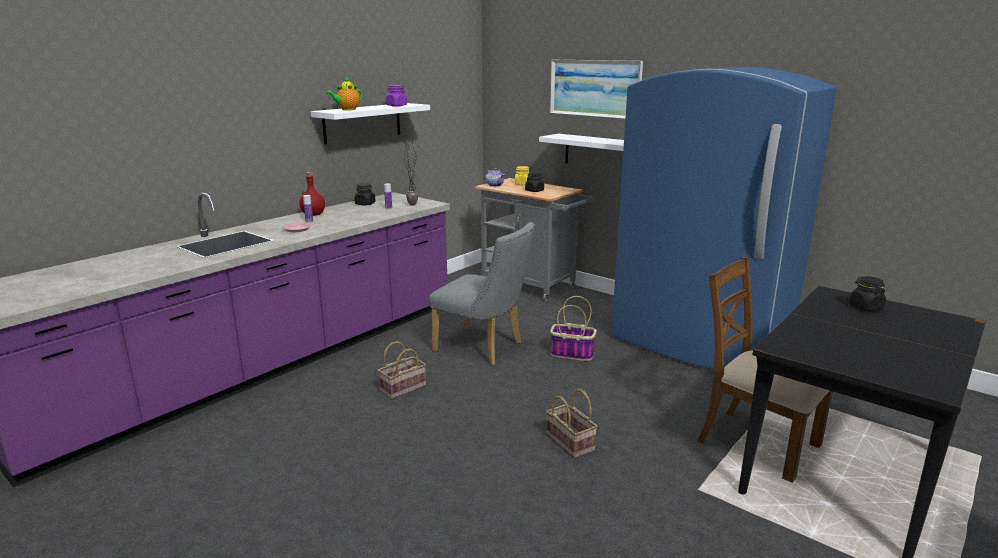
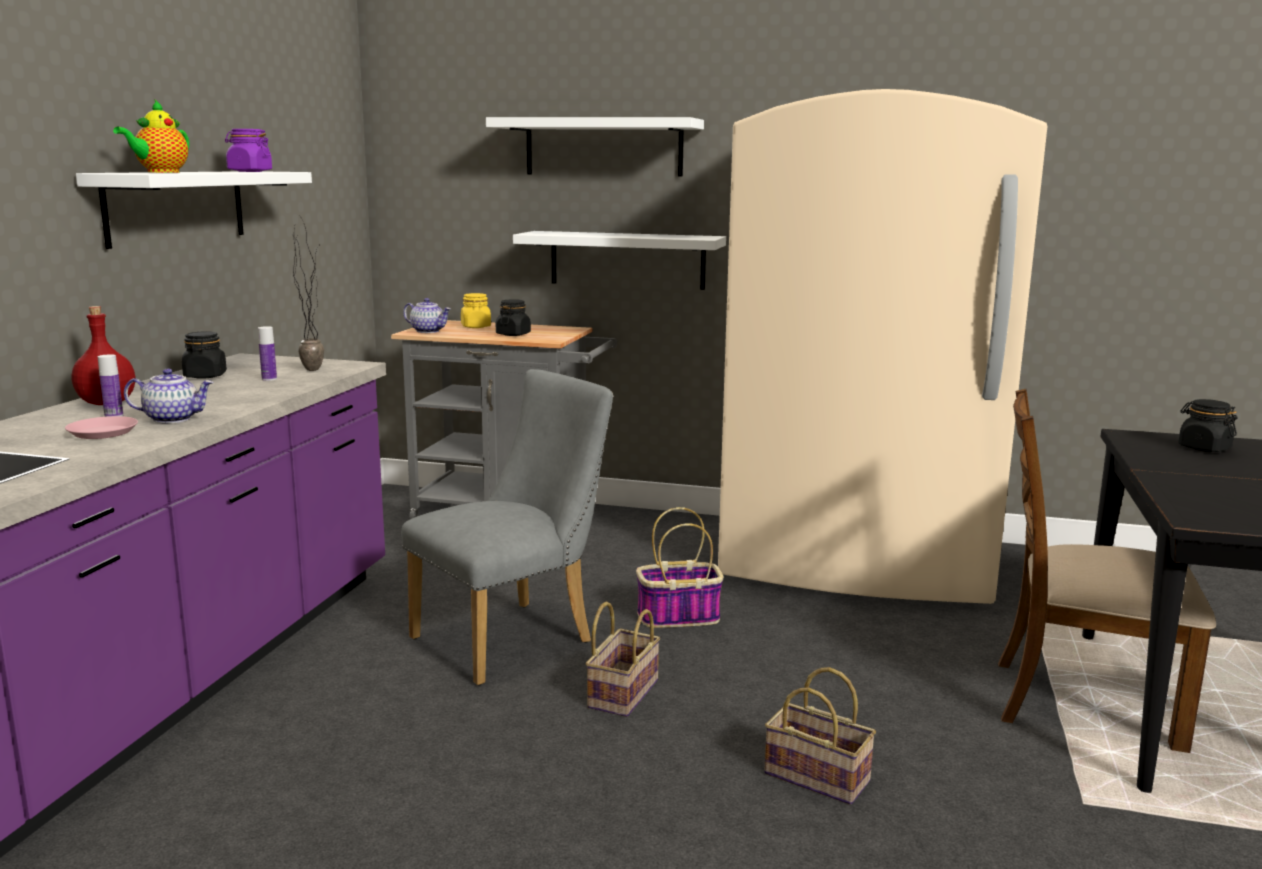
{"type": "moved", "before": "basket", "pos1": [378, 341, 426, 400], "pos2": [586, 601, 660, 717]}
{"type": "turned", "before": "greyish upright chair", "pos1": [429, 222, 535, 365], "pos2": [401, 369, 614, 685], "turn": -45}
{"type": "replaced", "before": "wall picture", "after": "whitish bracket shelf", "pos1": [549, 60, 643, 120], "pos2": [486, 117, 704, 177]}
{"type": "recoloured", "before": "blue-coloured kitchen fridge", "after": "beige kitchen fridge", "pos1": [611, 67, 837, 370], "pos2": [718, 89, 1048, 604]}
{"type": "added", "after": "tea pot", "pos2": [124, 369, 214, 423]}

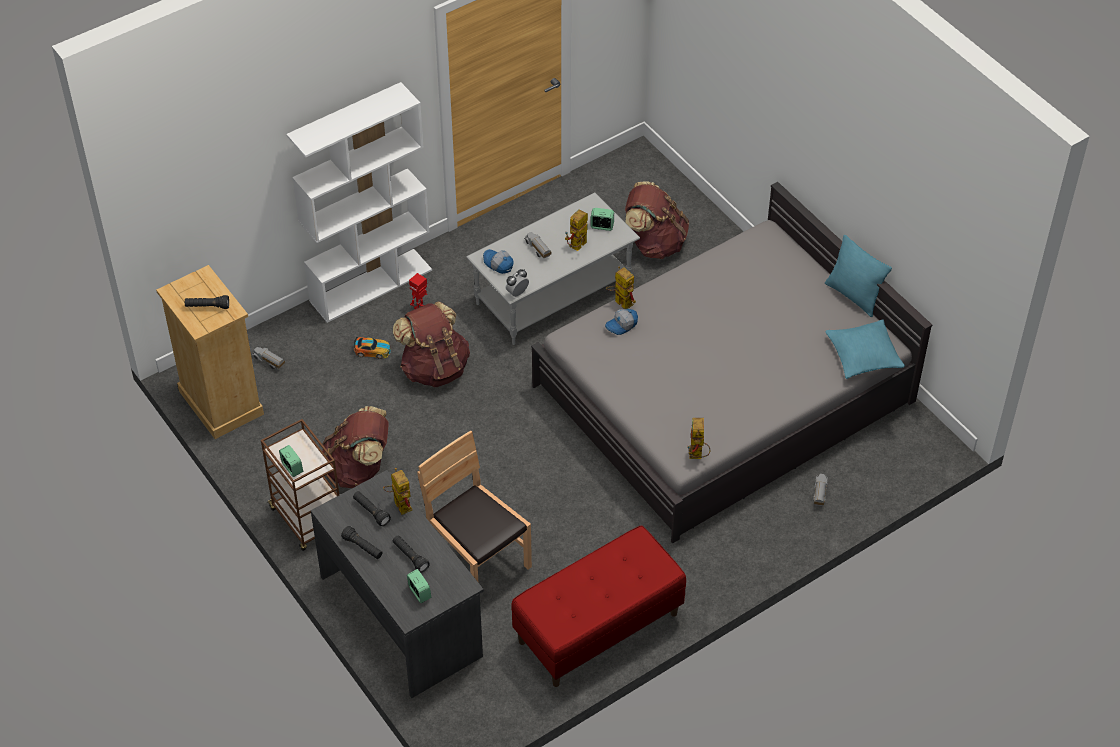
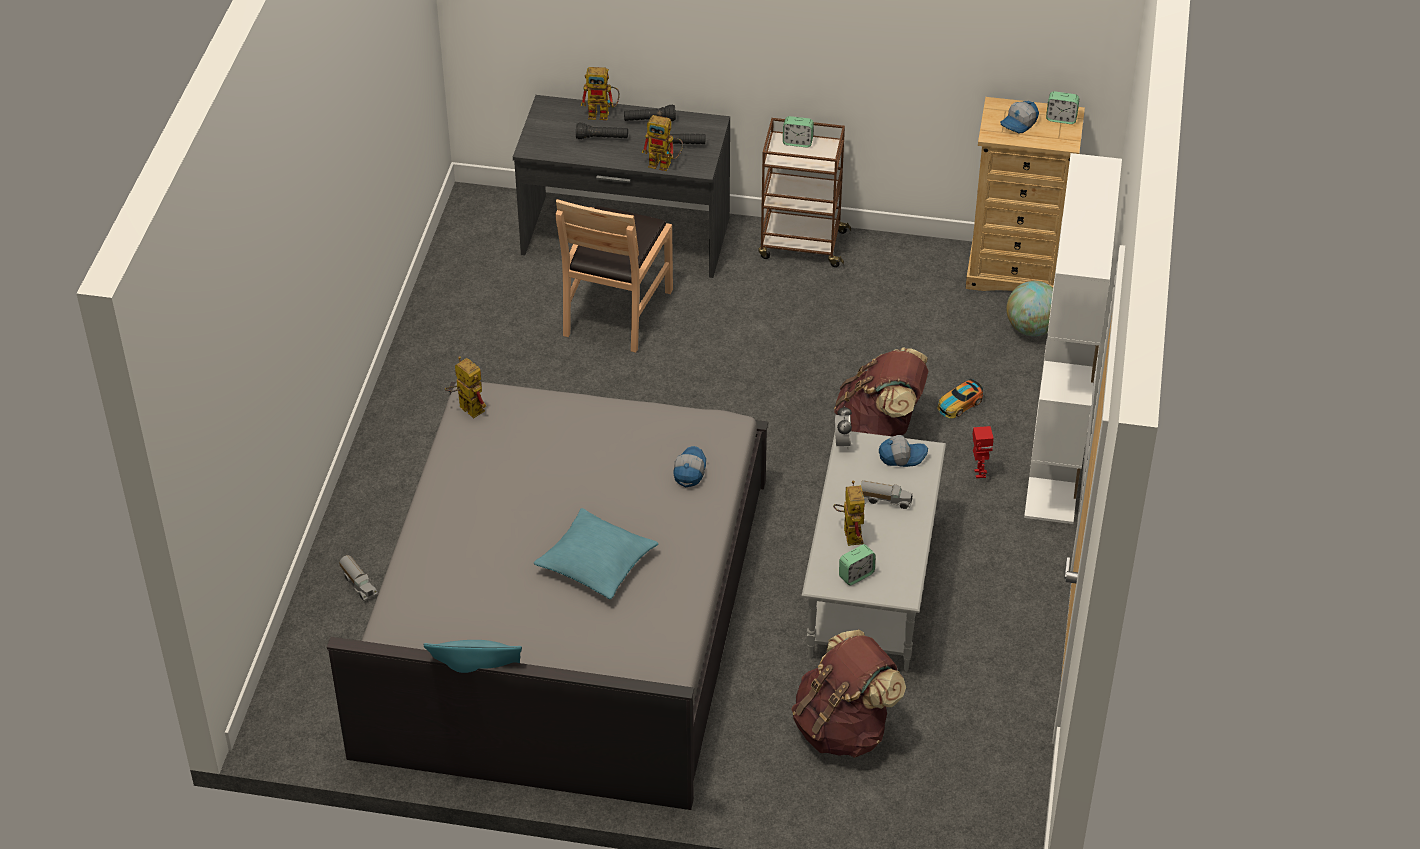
{"type": "replaced", "before": "blackish torch", "after": "peaked cap", "pos1": [185, 295, 229, 309], "pos2": [1000, 101, 1039, 133]}
{"type": "replaced", "before": "model truck", "after": "globe", "pos1": [252, 347, 285, 369], "pos2": [1006, 281, 1053, 336]}
{"type": "removed", "before": "brown-coloured backpack", "pos1": [322, 406, 389, 488]}
{"type": "moved", "before": "alarm clock", "pos1": [407, 569, 431, 603], "pos2": [1046, 91, 1080, 124]}
{"type": "turned", "before": "brown-coloured upright chair", "pos1": [417, 431, 532, 582], "pos2": [555, 199, 673, 353], "turn": 105}
{"type": "removed", "before": "red indoor bench", "pos1": [512, 525, 686, 687]}
{"type": "moved", "before": "toy robot", "pos1": [606, 266, 636, 309], "pos2": [581, 67, 620, 120]}
{"type": "moved", "before": "blue-green pillow", "pos1": [825, 320, 905, 379], "pos2": [534, 508, 658, 599]}

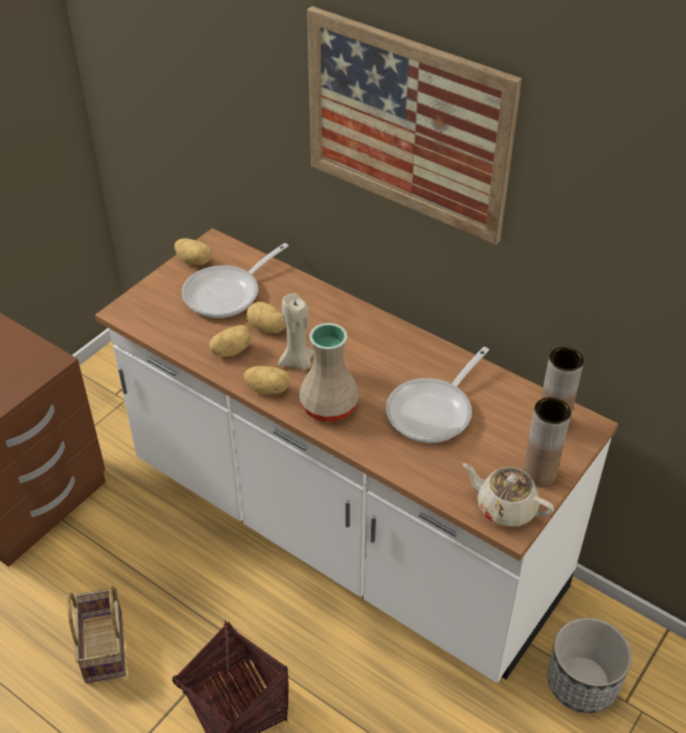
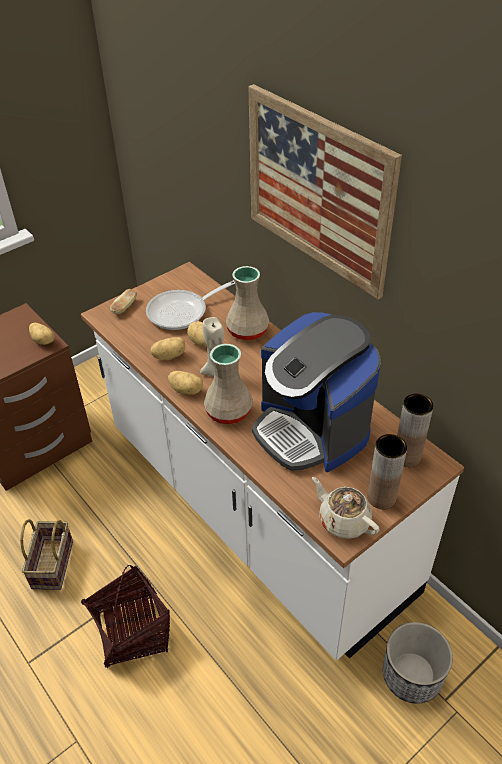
{"type": "moved", "before": "spud", "pos1": [174, 238, 212, 265], "pos2": [29, 323, 55, 345]}
{"type": "replaced", "before": "pan", "after": "coffee brewer", "pos1": [386, 347, 489, 443], "pos2": [252, 312, 381, 472]}
{"type": "added", "after": "bakery bread", "pos2": [110, 289, 137, 314]}
{"type": "added", "after": "beige flower vase", "pos2": [226, 266, 269, 341]}

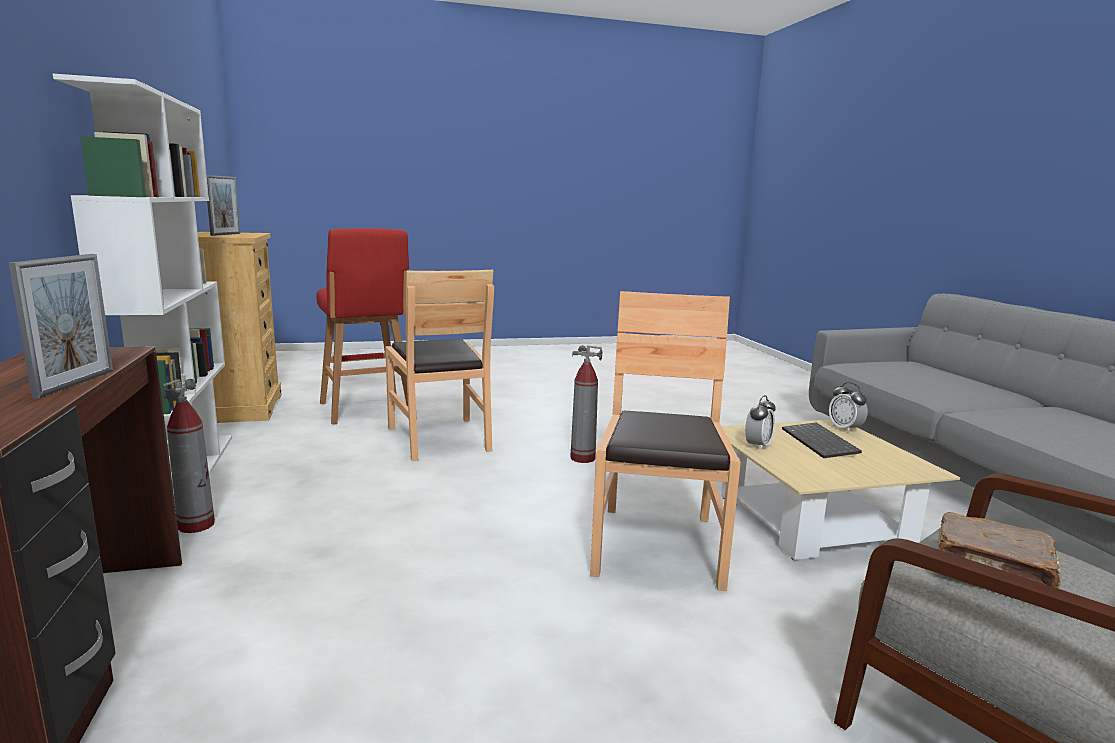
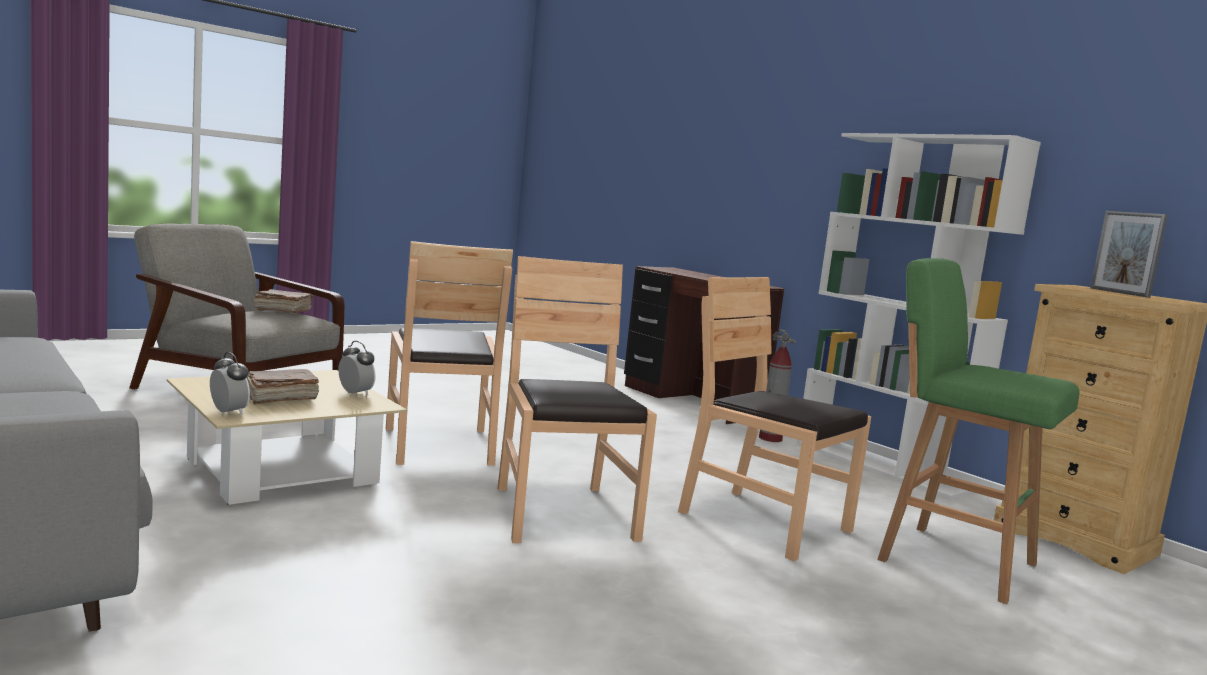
{"type": "removed", "before": "standing frame", "pos1": [9, 254, 113, 399]}
{"type": "recoloured", "before": "red stool", "after": "green stool", "pos1": [316, 228, 409, 425], "pos2": [877, 258, 1080, 604]}
{"type": "replaced", "before": "fire extinguisher", "after": "brown-coloured upright chair", "pos1": [570, 345, 602, 463], "pos2": [498, 256, 657, 543]}
{"type": "turned", "before": "alarm clock", "pos1": [745, 395, 776, 451], "pos2": [338, 341, 376, 396], "turn": 120}
{"type": "replaced", "before": "computer keyboard", "after": "brown-coloured bound book", "pos1": [782, 423, 862, 458], "pos2": [247, 369, 319, 404]}

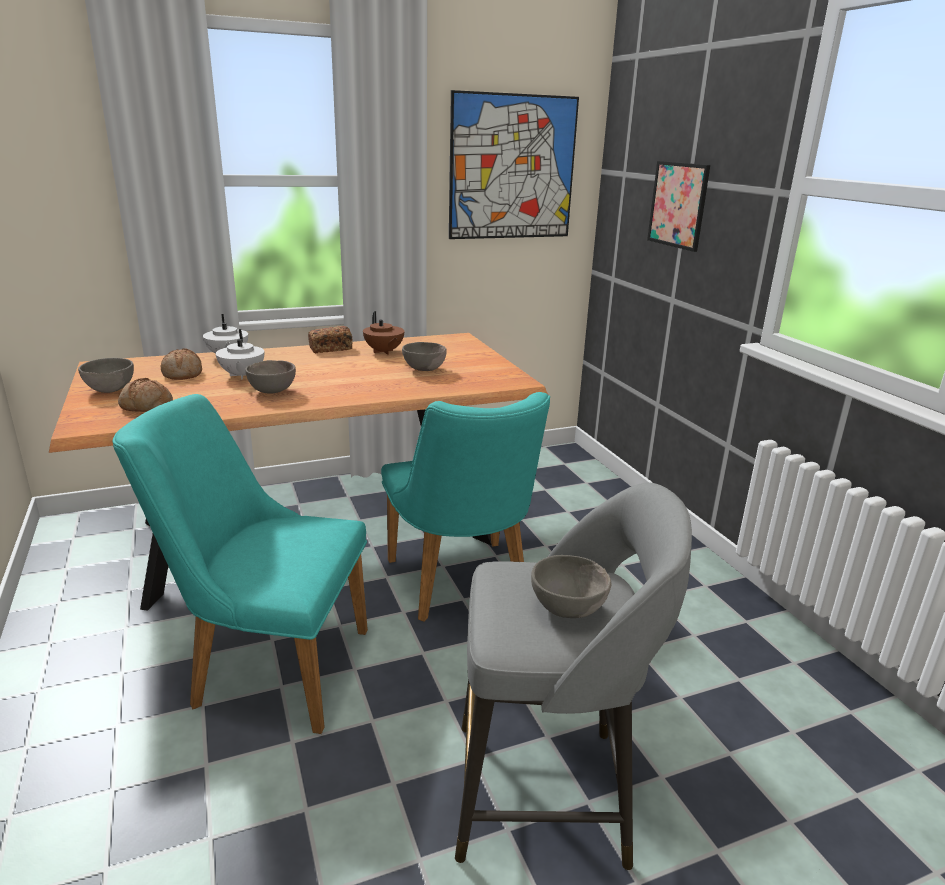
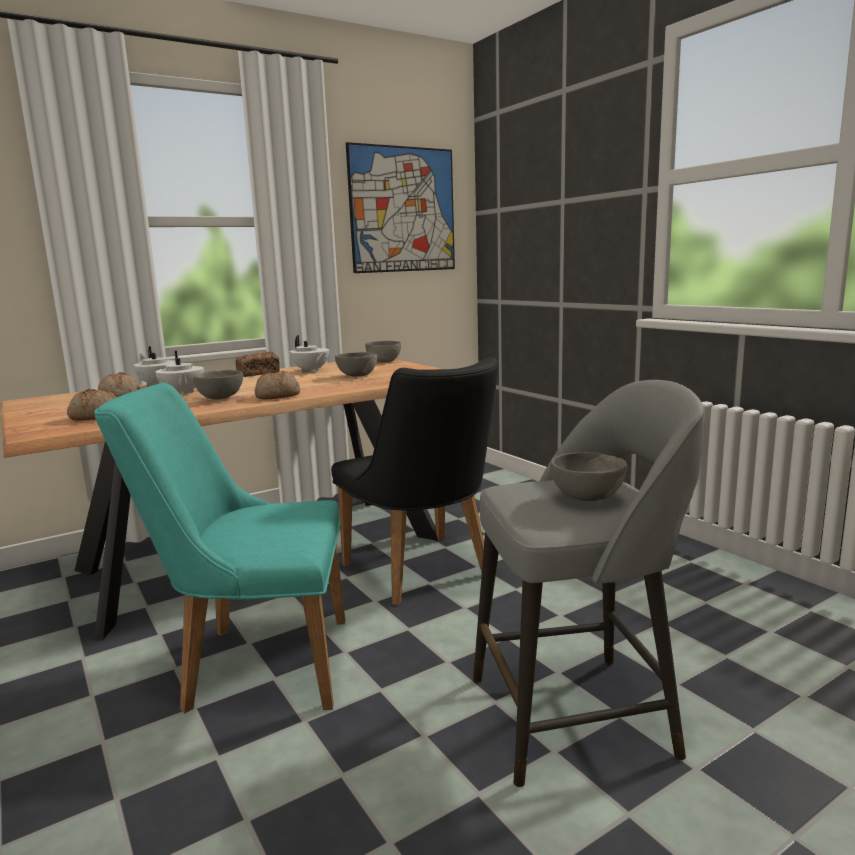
{"type": "moved", "before": "greyish serving bowl", "pos1": [78, 358, 134, 393], "pos2": [365, 341, 401, 363]}
{"type": "recoloured", "before": "brown-coloured tea pot", "after": "whitish tea pot", "pos1": [363, 311, 404, 355], "pos2": [290, 335, 329, 372]}
{"type": "recoloured", "before": "blue-green upright chair", "after": "blackish upright chair", "pos1": [381, 392, 550, 622], "pos2": [331, 357, 499, 605]}
{"type": "removed", "before": "wall picture", "pos1": [647, 161, 710, 252]}
{"type": "added", "after": "bakery bread", "pos2": [255, 371, 300, 399]}

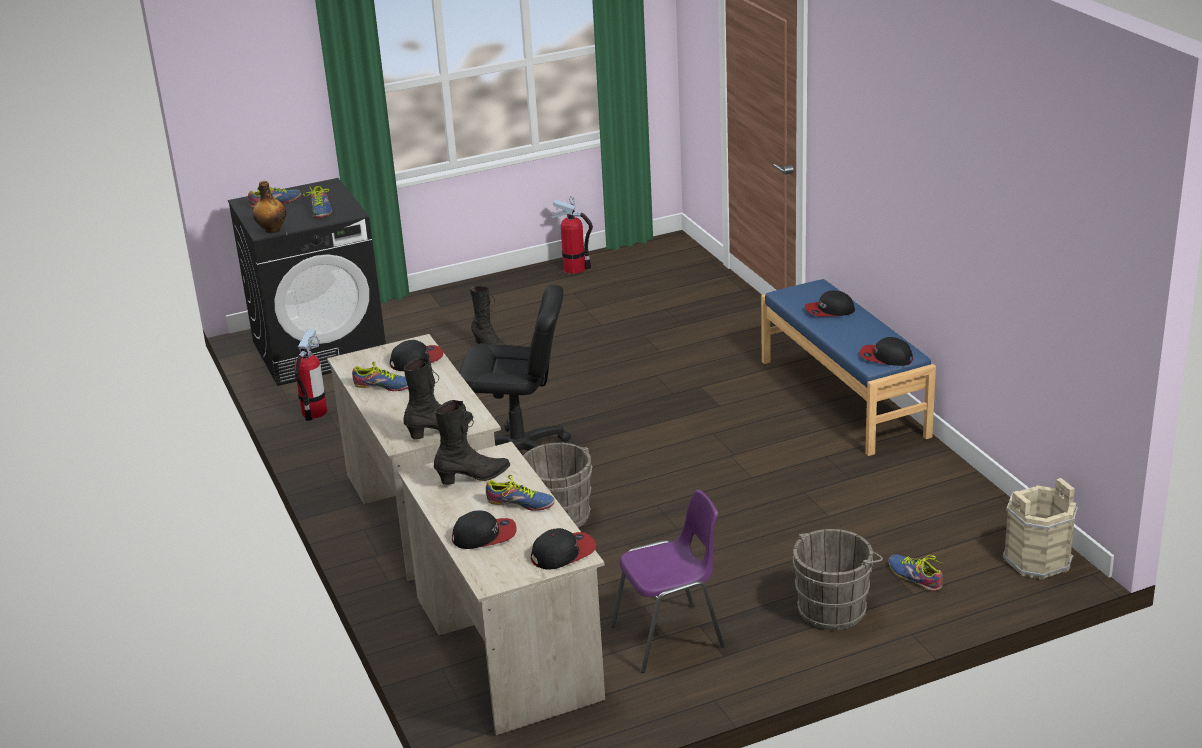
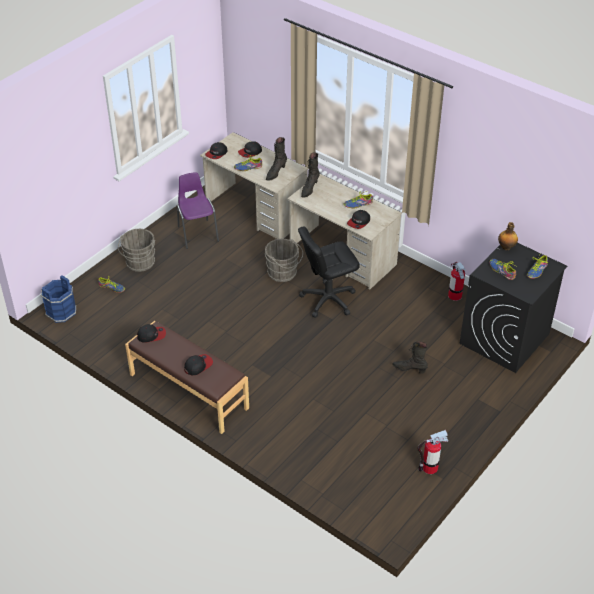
{"type": "turned", "before": "purple-coloured upright chair", "pos1": [611, 490, 725, 673], "pos2": [177, 172, 219, 249], "turn": 120}
{"type": "recoloured", "before": "blue-coloured indoor bench", "after": "brown-coloured indoor bench", "pos1": [761, 279, 936, 456], "pos2": [125, 321, 249, 434]}
{"type": "recoloured", "before": "beige bucket", "after": "blue-coloured bucket", "pos1": [1003, 478, 1078, 580], "pos2": [41, 275, 76, 323]}

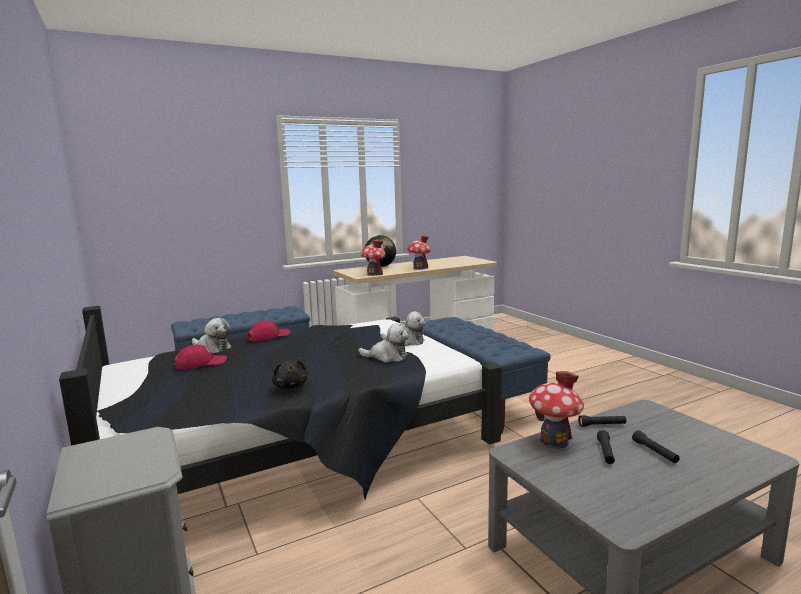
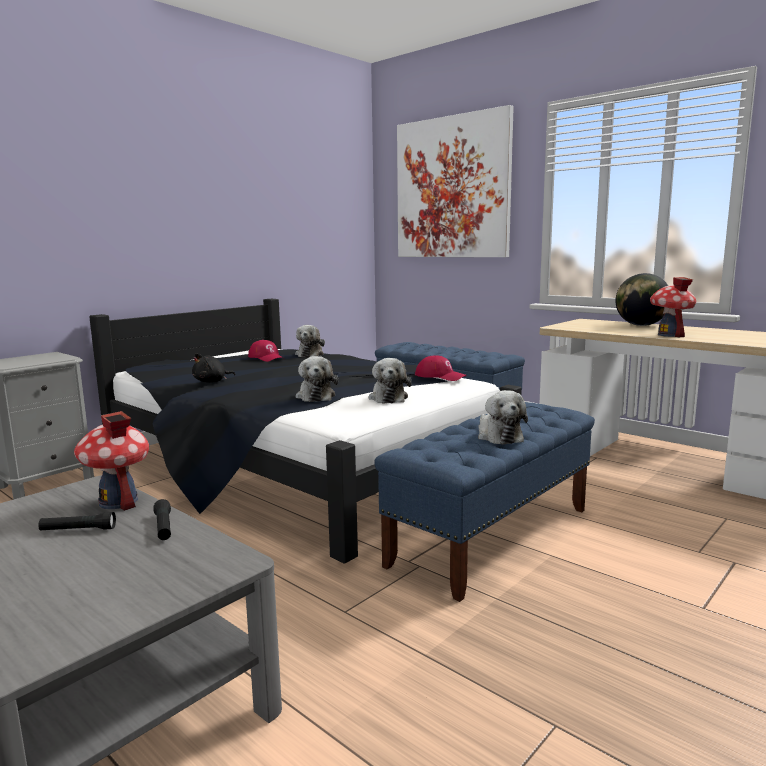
{"type": "moved", "before": "red peaked cap", "pos1": [248, 320, 290, 341], "pos2": [415, 355, 467, 381]}
{"type": "removed", "before": "miniature house", "pos1": [360, 240, 386, 276]}
{"type": "removed", "before": "blackish torch", "pos1": [632, 430, 680, 463]}
{"type": "added", "after": "wall picture", "pos2": [397, 105, 514, 257]}
{"type": "added", "after": "plush toy", "pos2": [478, 390, 528, 445]}

